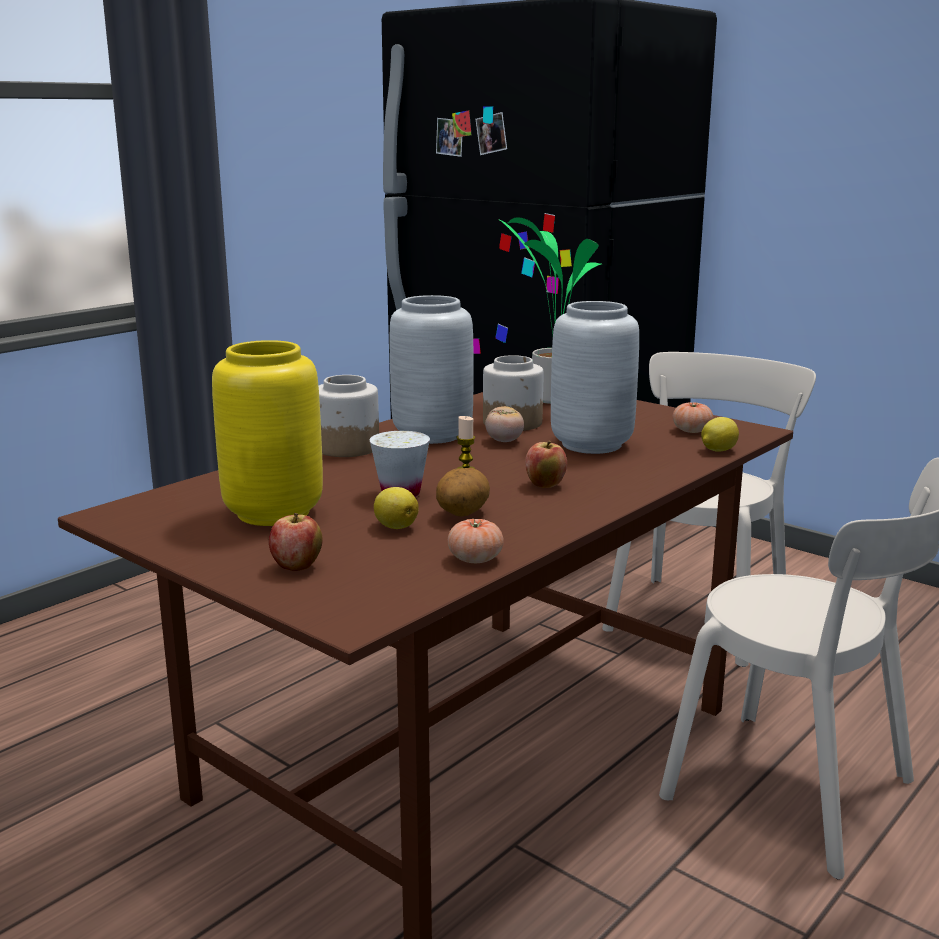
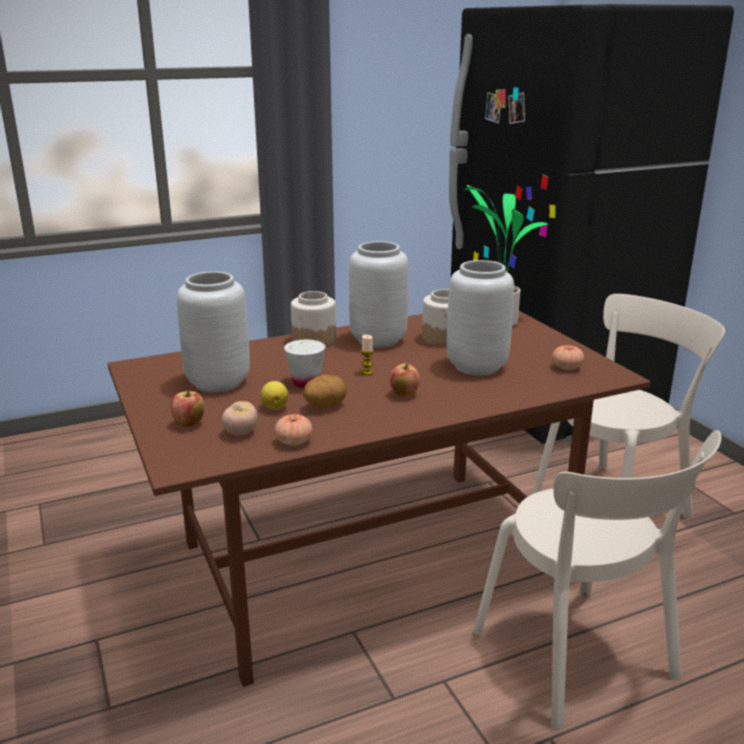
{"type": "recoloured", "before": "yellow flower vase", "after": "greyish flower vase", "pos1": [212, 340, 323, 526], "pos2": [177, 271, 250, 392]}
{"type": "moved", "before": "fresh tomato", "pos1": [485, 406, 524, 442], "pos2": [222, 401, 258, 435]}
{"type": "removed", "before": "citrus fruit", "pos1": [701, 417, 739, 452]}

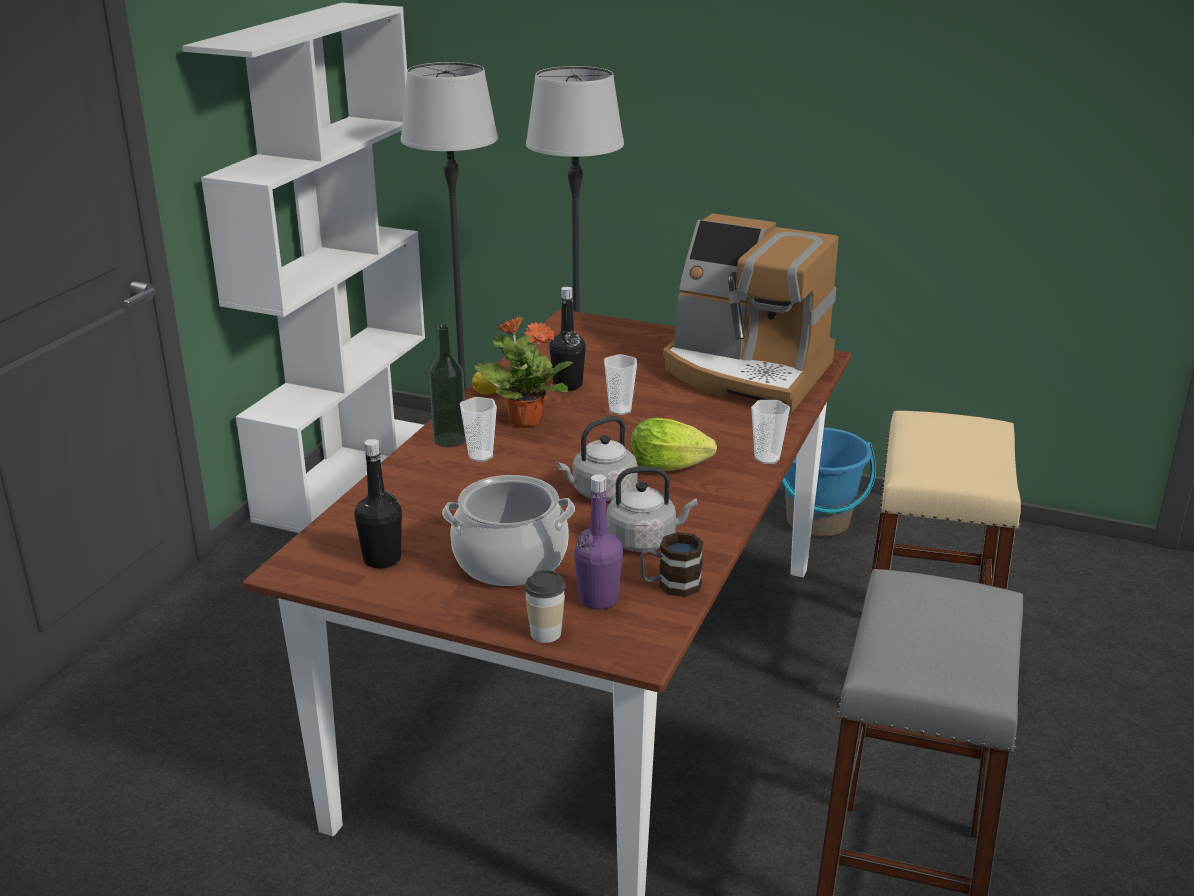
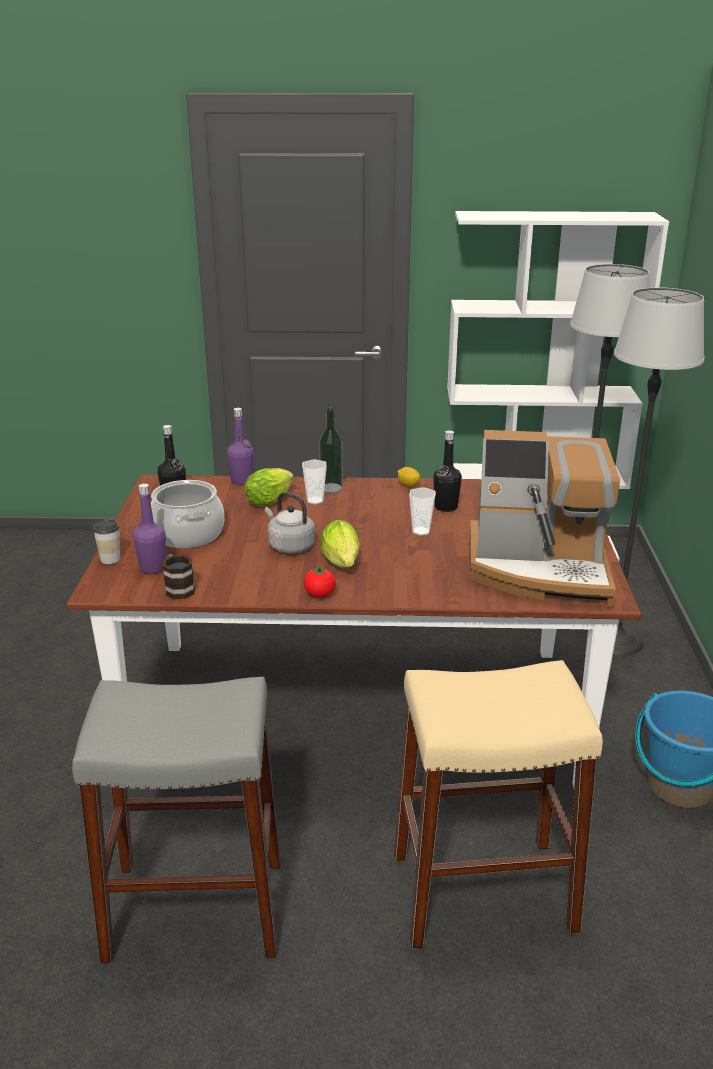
{"type": "removed", "before": "potted plant", "pos1": [474, 316, 573, 428]}
{"type": "removed", "before": "greyish tea kettle", "pos1": [607, 466, 697, 552]}
{"type": "turned", "before": "coffee brewer", "pos1": [663, 213, 839, 413], "pos2": [469, 430, 620, 606], "turn": -90}
{"type": "removed", "before": "small cup", "pos1": [751, 400, 790, 464]}
{"type": "added", "after": "purple-coloured bottle", "pos2": [227, 408, 254, 485]}
{"type": "added", "after": "head of lettuce", "pos2": [244, 468, 294, 506]}
{"type": "added", "after": "fresh tomato", "pos2": [304, 565, 336, 598]}

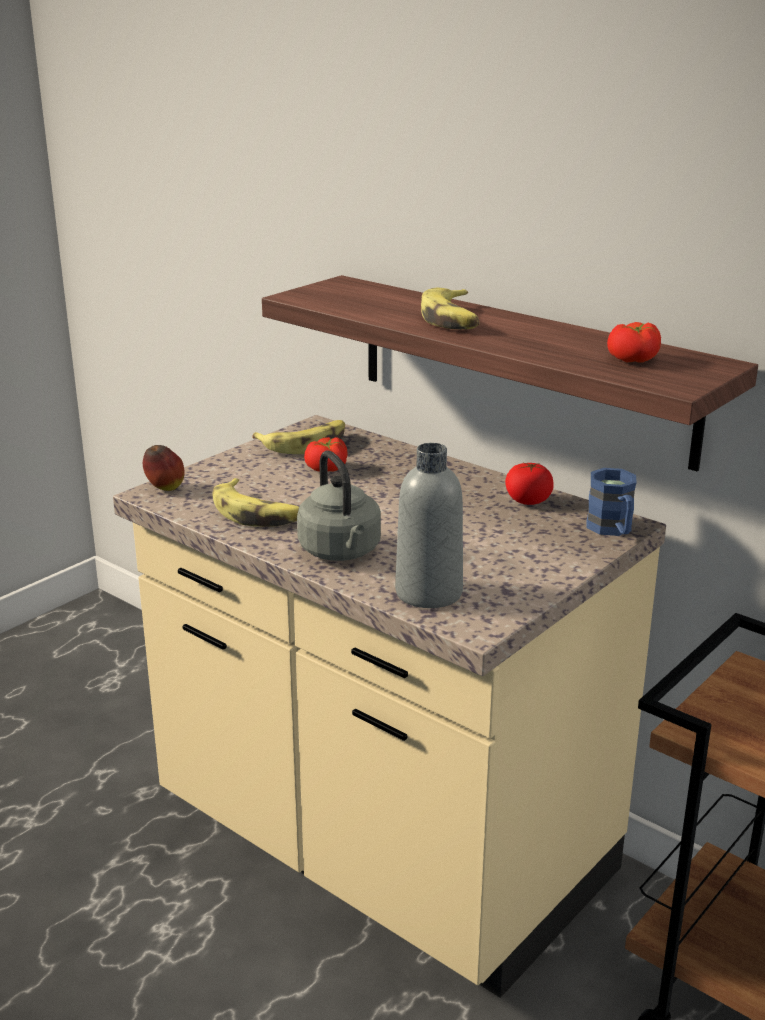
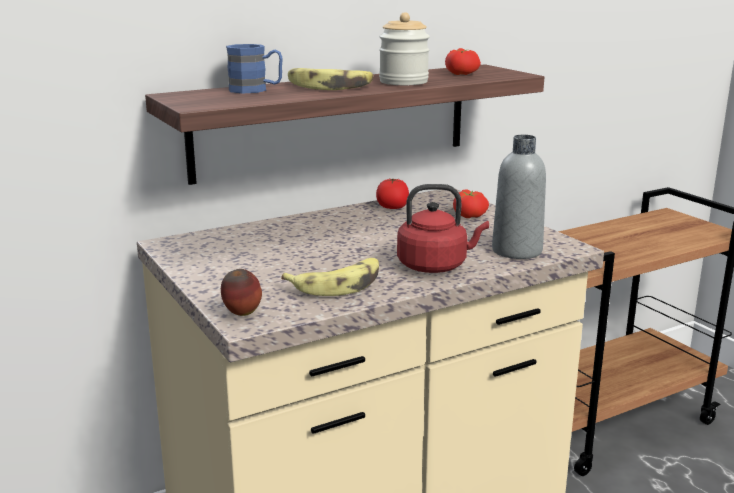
{"type": "removed", "before": "whole banana", "pos1": [252, 420, 345, 454]}
{"type": "recoloured", "before": "greyish tea kettle", "after": "red tea kettle", "pos1": [297, 450, 381, 561], "pos2": [397, 184, 489, 273]}
{"type": "moved", "before": "fresh tomato", "pos1": [304, 437, 347, 472], "pos2": [453, 189, 489, 218]}
{"type": "moved", "before": "blue-coloured mug", "pos1": [586, 468, 637, 536], "pos2": [226, 44, 283, 94]}
{"type": "added", "after": "jar", "pos2": [379, 12, 430, 85]}

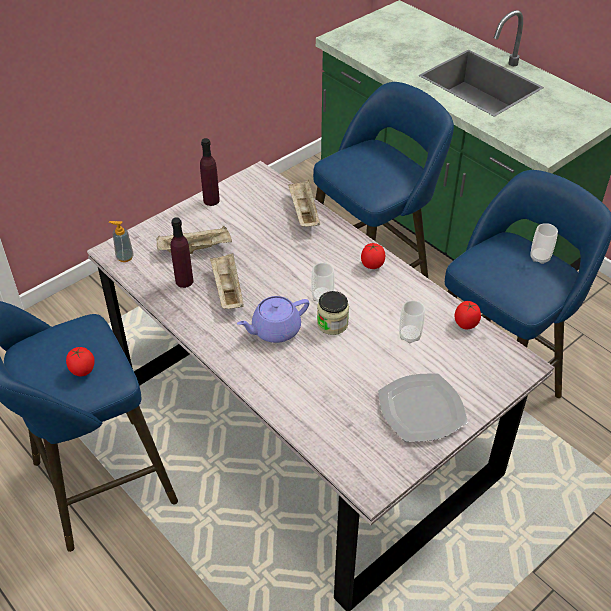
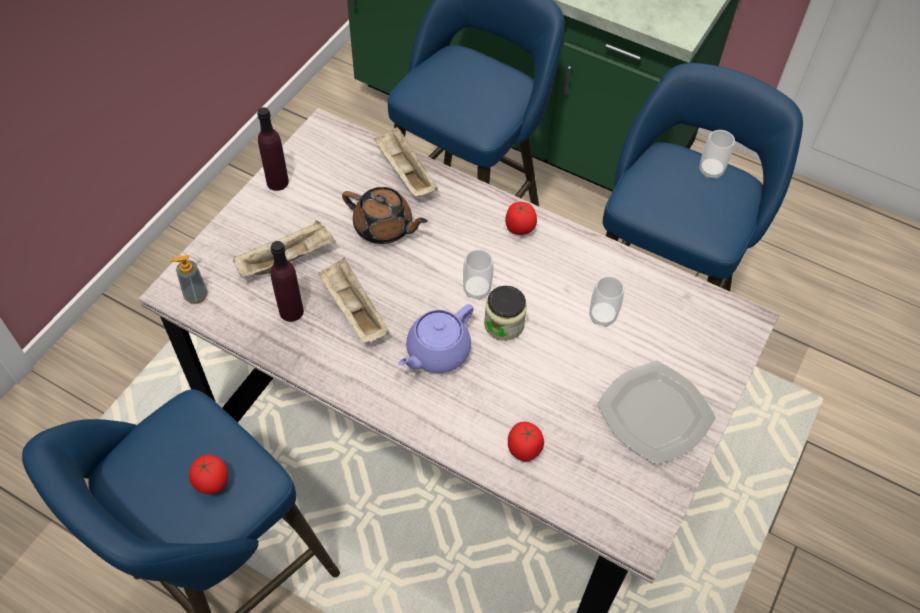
{"type": "moved", "before": "fresh tomato", "pos1": [454, 301, 481, 330], "pos2": [508, 422, 544, 462]}
{"type": "added", "after": "brown-coloured tea pot", "pos2": [342, 187, 428, 244]}

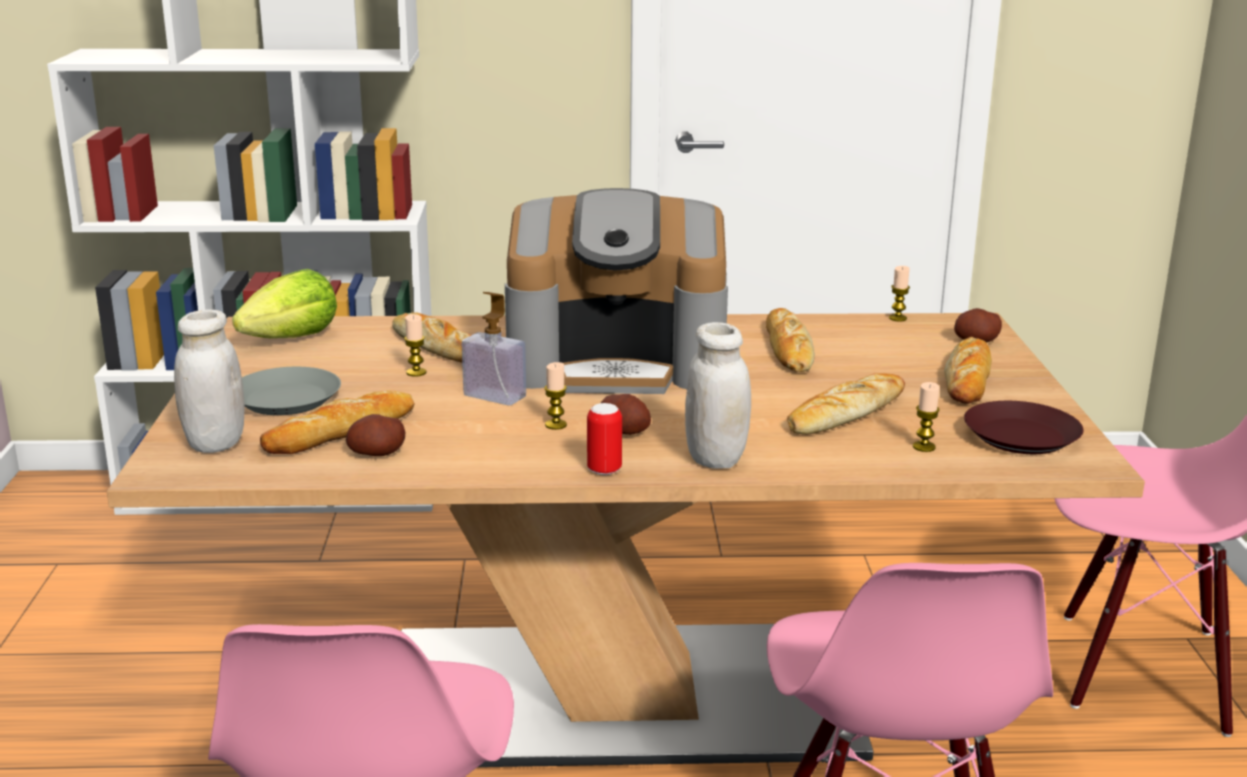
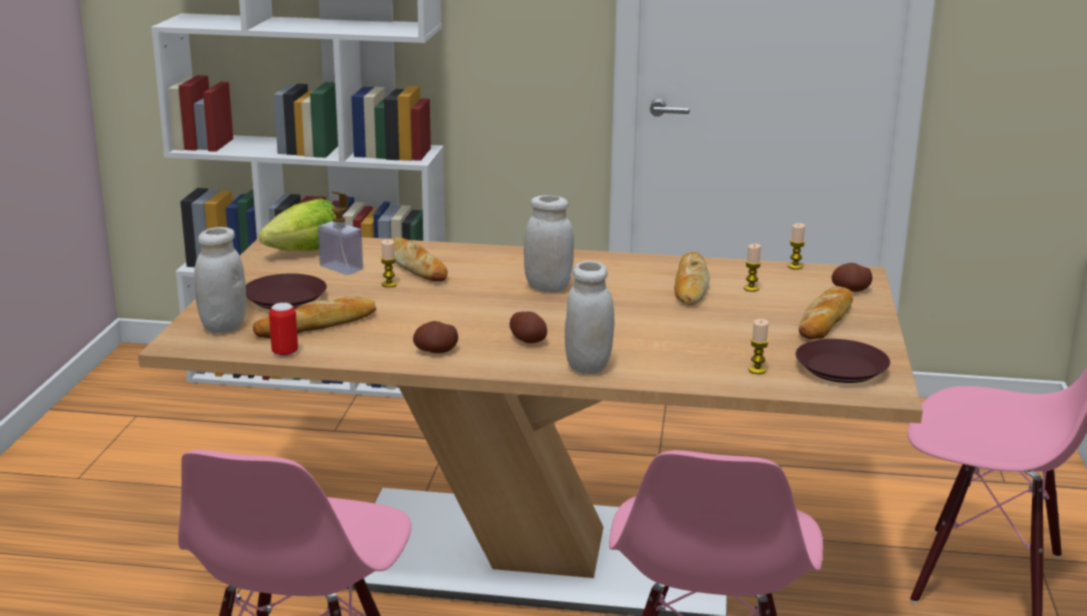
{"type": "recoloured", "before": "greyish dinner plate", "after": "brown-coloured dinner plate", "pos1": [242, 367, 341, 415], "pos2": [246, 273, 327, 309]}
{"type": "moved", "before": "spud", "pos1": [346, 414, 405, 456], "pos2": [413, 321, 458, 353]}
{"type": "moved", "before": "liquid soap bottle", "pos1": [462, 292, 526, 405], "pos2": [318, 192, 363, 275]}
{"type": "replaced", "before": "coffee brewer", "after": "whitish jar", "pos1": [505, 188, 728, 394], "pos2": [524, 195, 574, 292]}
{"type": "moved", "before": "wax light", "pos1": [544, 362, 567, 430], "pos2": [744, 244, 761, 292]}
{"type": "moved", "before": "metal can", "pos1": [587, 403, 622, 475], "pos2": [269, 303, 298, 357]}
{"type": "removed", "before": "bakery bread", "pos1": [787, 373, 905, 435]}

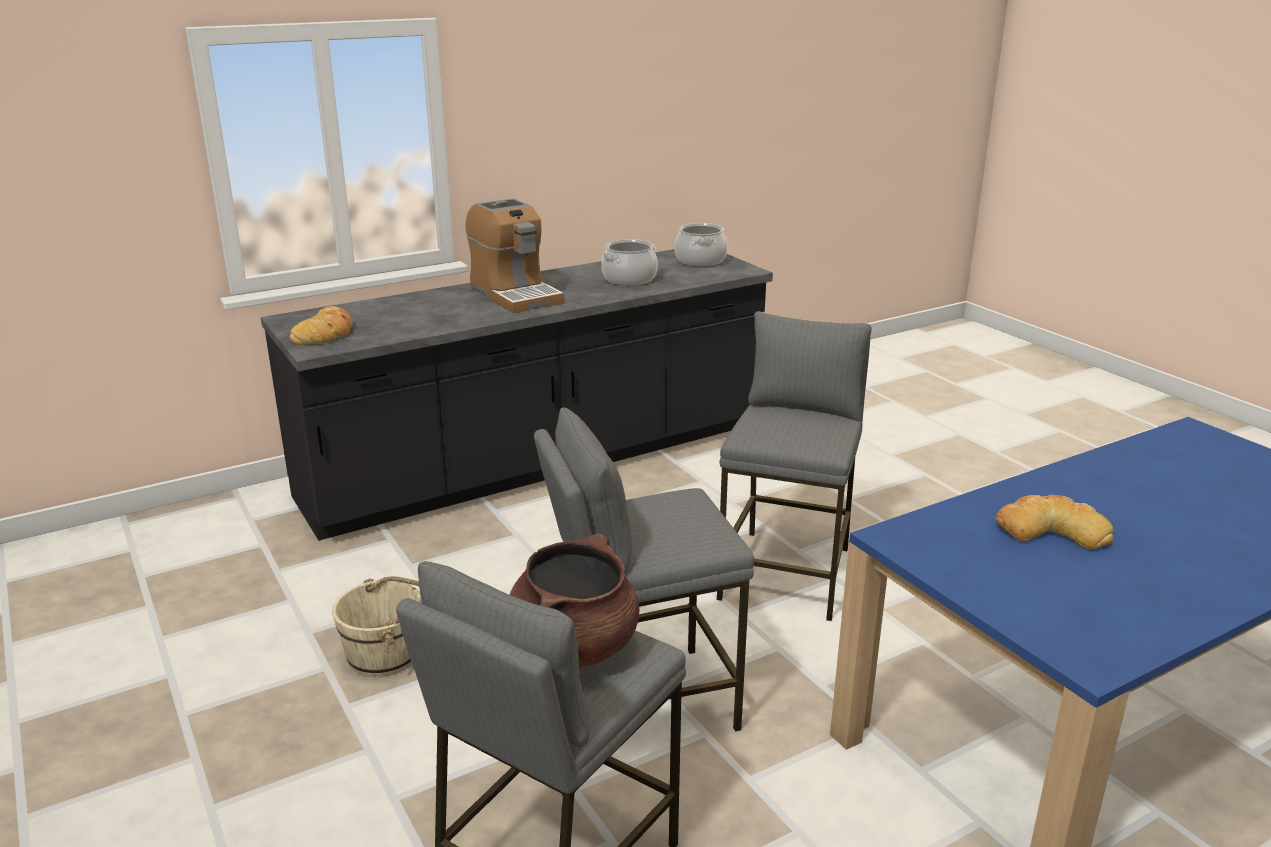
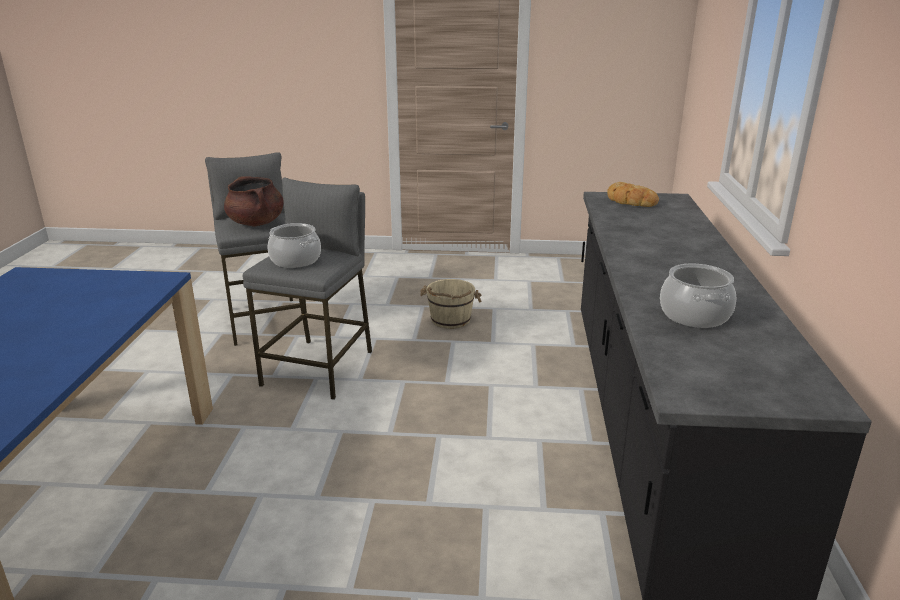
{"type": "removed", "before": "coffee brewer", "pos1": [466, 198, 564, 313]}
{"type": "moved", "before": "saucepot", "pos1": [674, 223, 728, 266], "pos2": [268, 223, 321, 268]}
{"type": "removed", "before": "greyish stool", "pos1": [717, 311, 872, 621]}
{"type": "removed", "before": "bakery bread", "pos1": [995, 494, 1113, 550]}

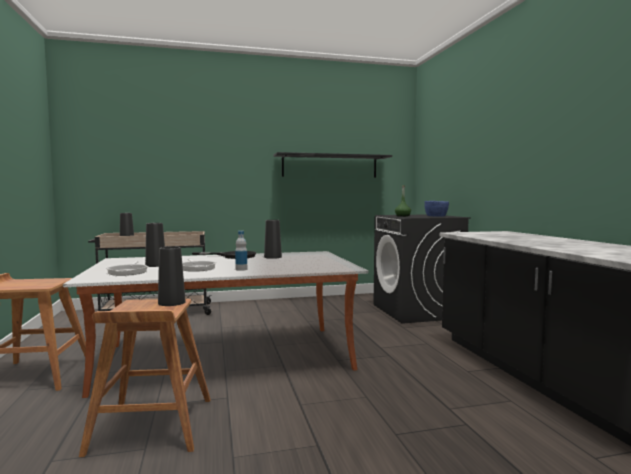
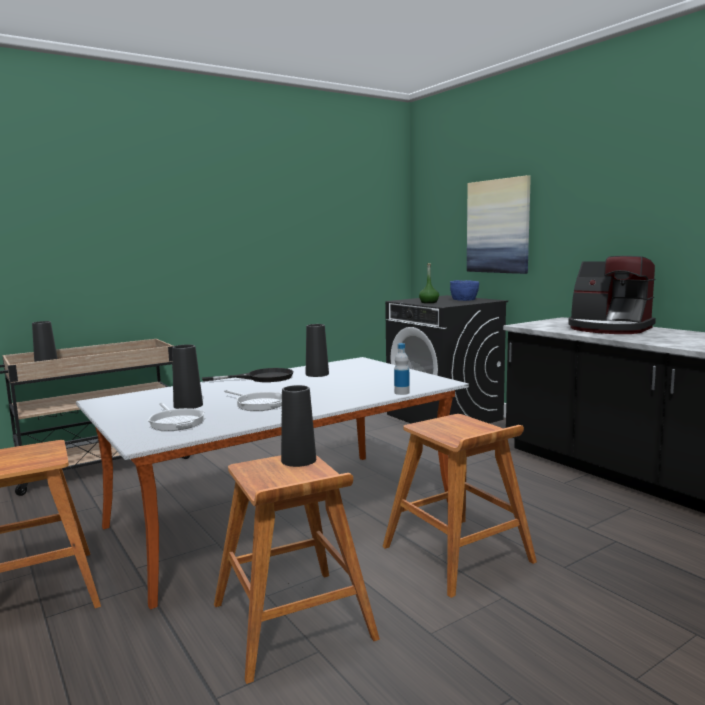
{"type": "moved", "before": "bottle", "pos1": [235, 231, 247, 271], "pos2": [394, 343, 410, 395]}
{"type": "removed", "before": "blackish bracket shelf", "pos1": [274, 152, 392, 178]}
{"type": "added", "after": "brown-coloured stool", "pos2": [383, 414, 537, 598]}
{"type": "added", "after": "wall picture", "pos2": [467, 175, 531, 274]}
{"type": "added", "after": "coffee brewer", "pos2": [568, 256, 656, 334]}

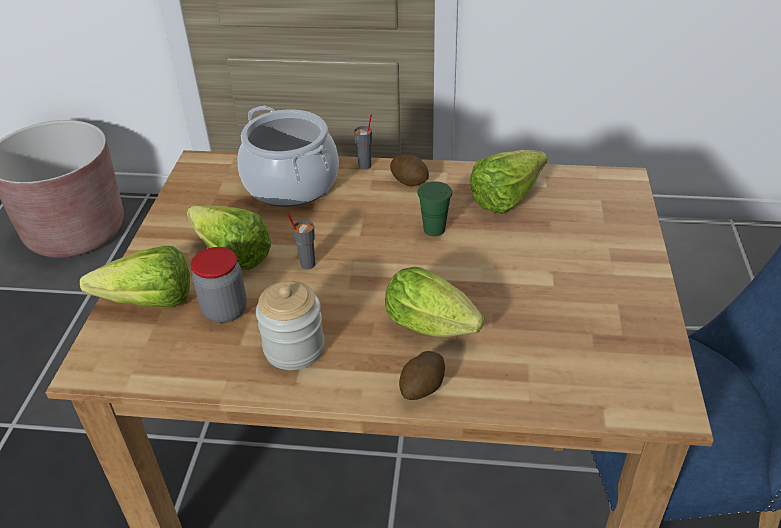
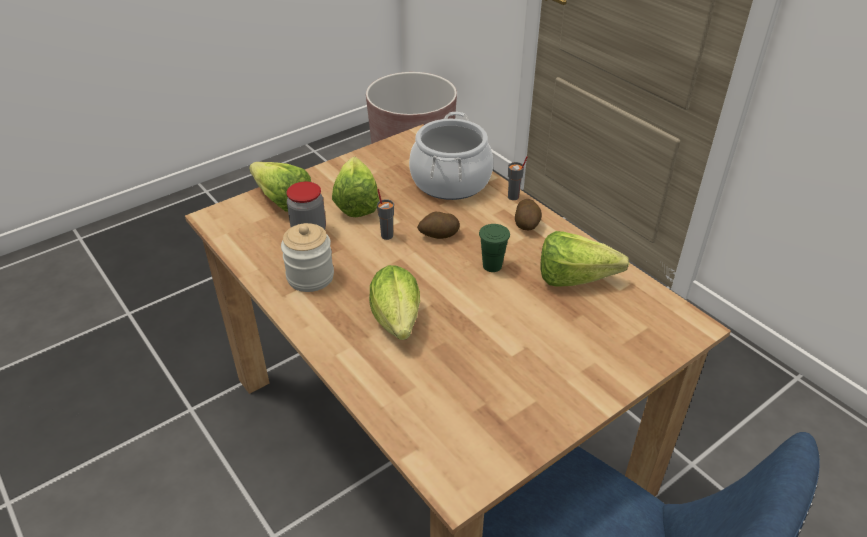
{"type": "moved", "before": "spud", "pos1": [399, 351, 445, 400], "pos2": [417, 212, 460, 239]}

